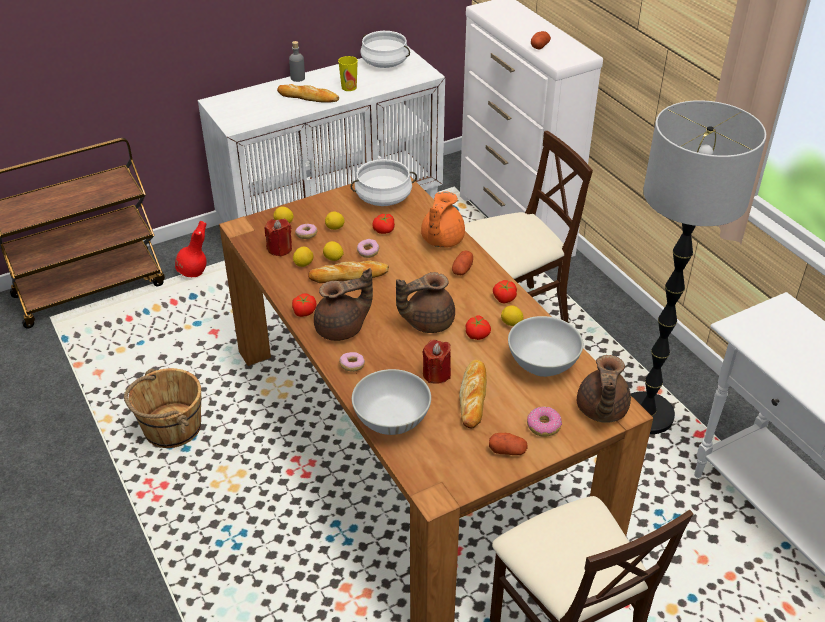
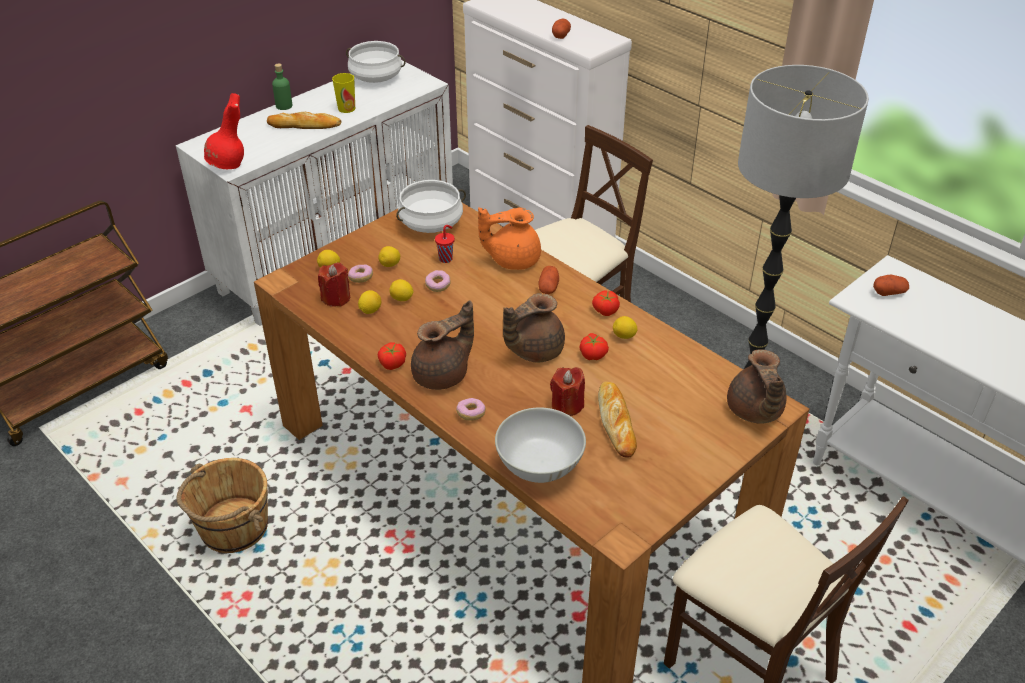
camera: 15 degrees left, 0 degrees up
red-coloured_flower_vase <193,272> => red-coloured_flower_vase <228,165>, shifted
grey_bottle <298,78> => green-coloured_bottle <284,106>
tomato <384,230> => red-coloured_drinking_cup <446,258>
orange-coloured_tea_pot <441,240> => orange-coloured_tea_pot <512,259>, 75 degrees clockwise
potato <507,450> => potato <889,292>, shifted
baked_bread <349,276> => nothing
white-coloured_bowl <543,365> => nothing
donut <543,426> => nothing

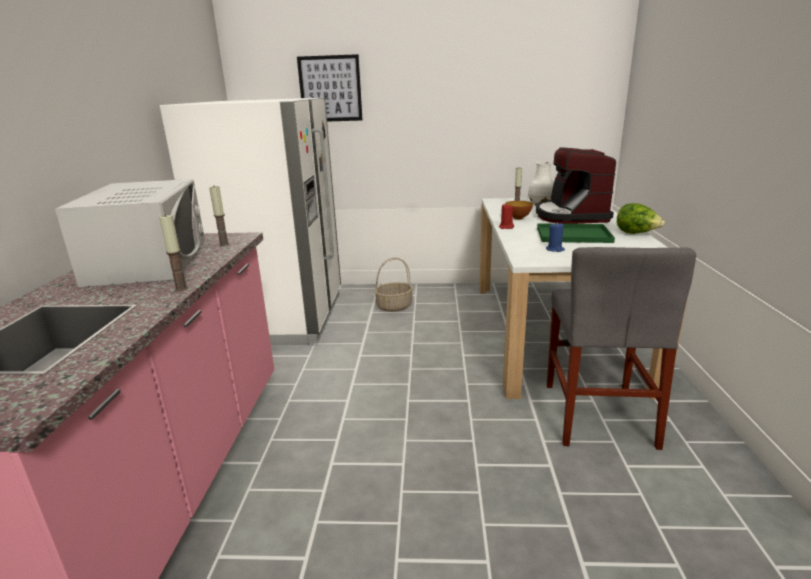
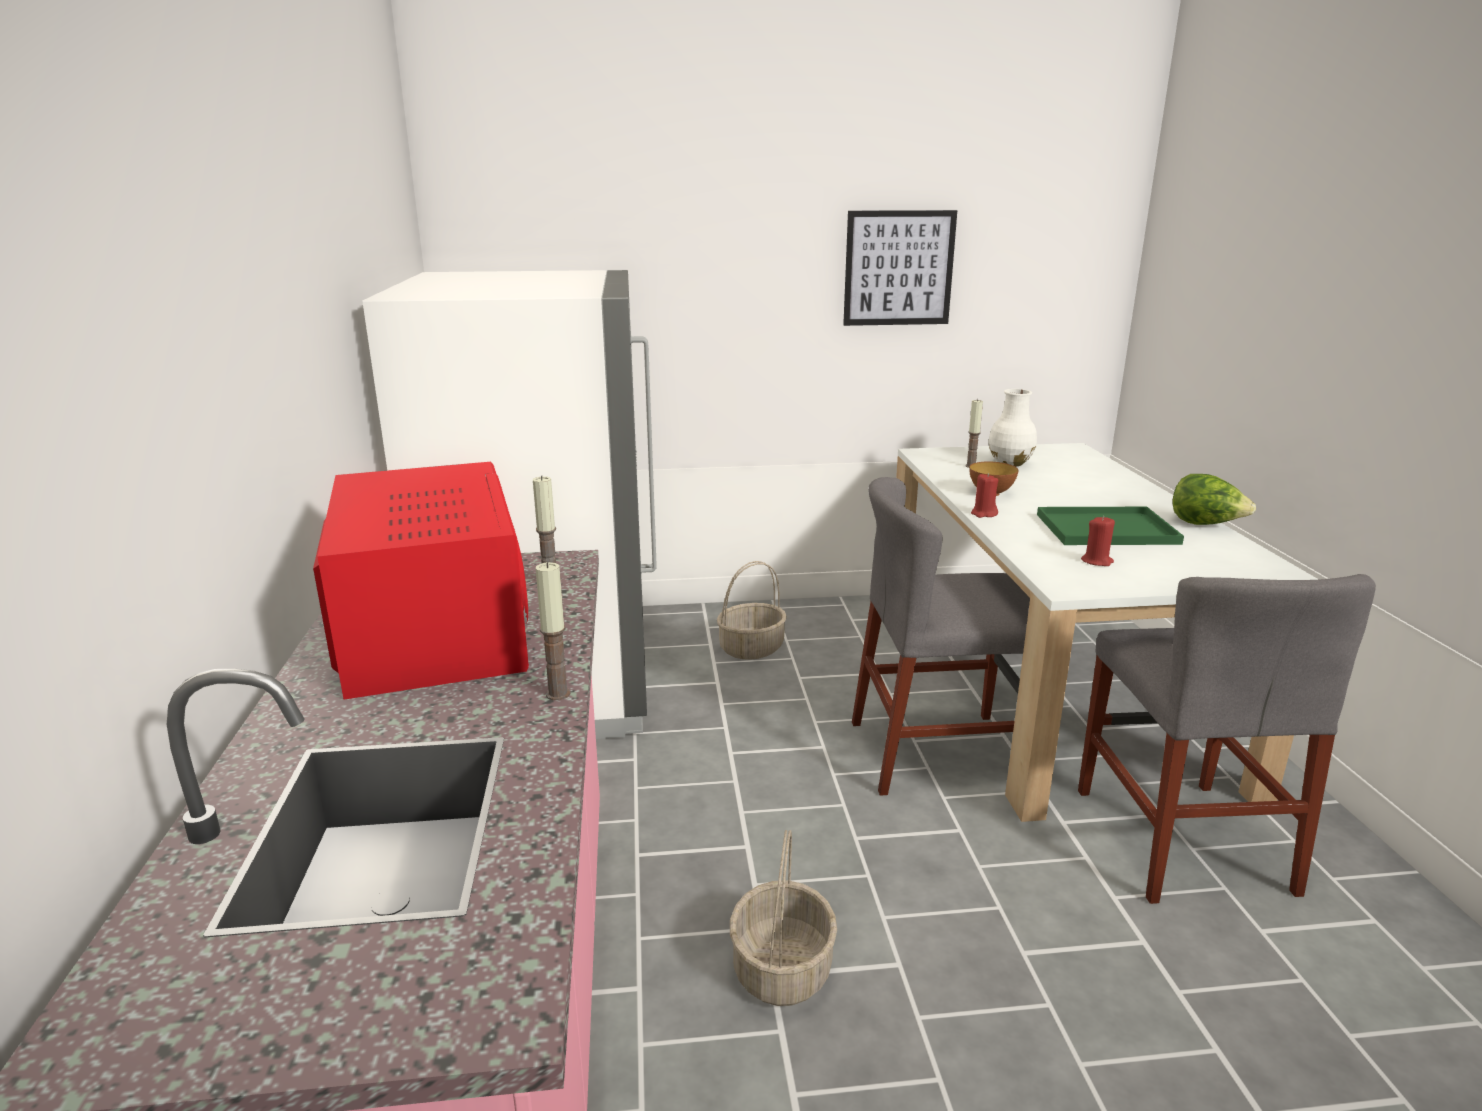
camera: 10 degrees left, 0 degrees up
white-coloured_kitchen_microwave <149,261> => red-coloured_kitchen_microwave <434,628>
nothing => household_basket <781,968>
picture <330,89> => picture <899,268>, shifted
nothing => grey_chair <938,752>
blue-coloured_wax_light <555,249> => red-coloured_wax_light <1097,561>
coffee_maker <571,216> => nothing

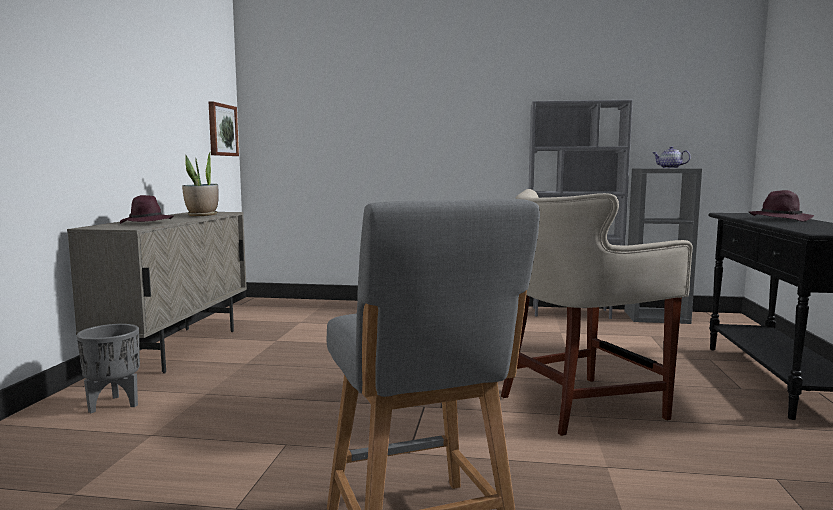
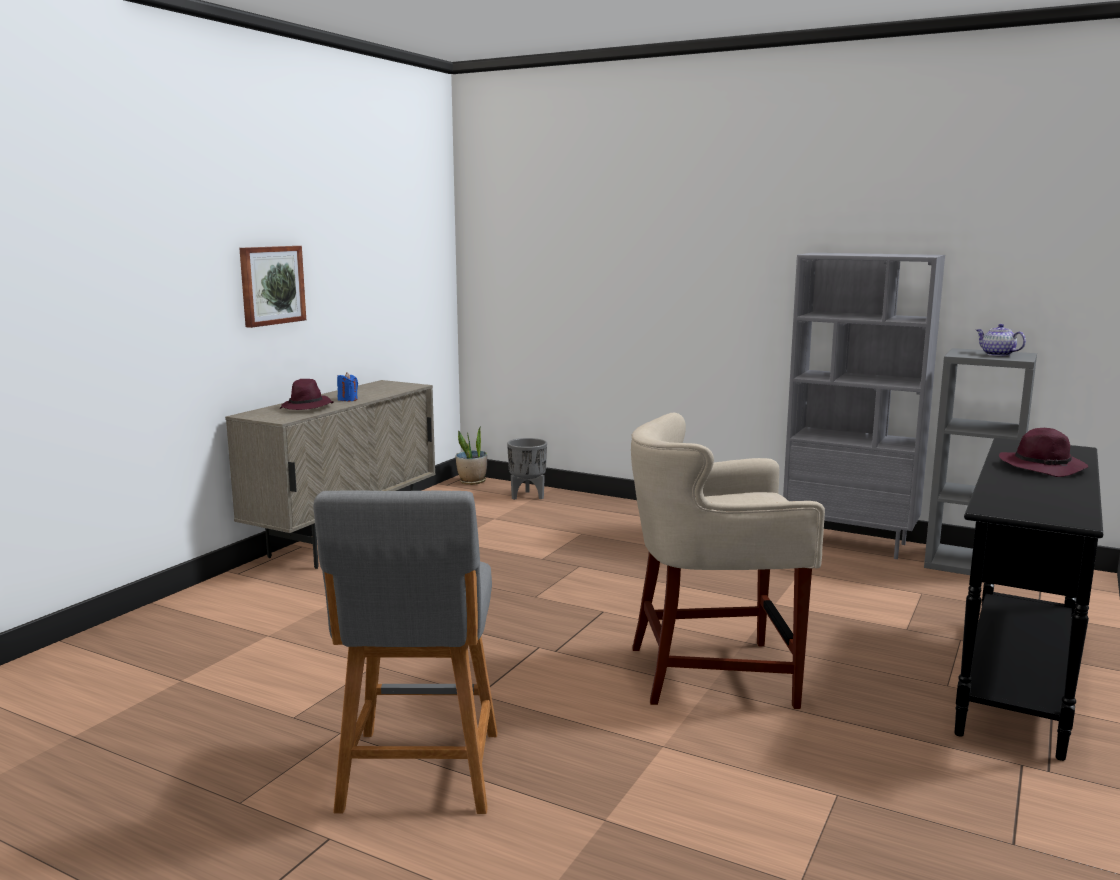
camera: 20 degrees right, 5 degrees up
picture <222,130> => picture <271,285>, shifted
nothing => blue-coloured_wax_light <348,399>
plant_in_a_pot <202,215> => plant_in_a_pot <472,482>, shifted
grey_flower_pot <114,404> => grey_flower_pot <527,496>, shifted

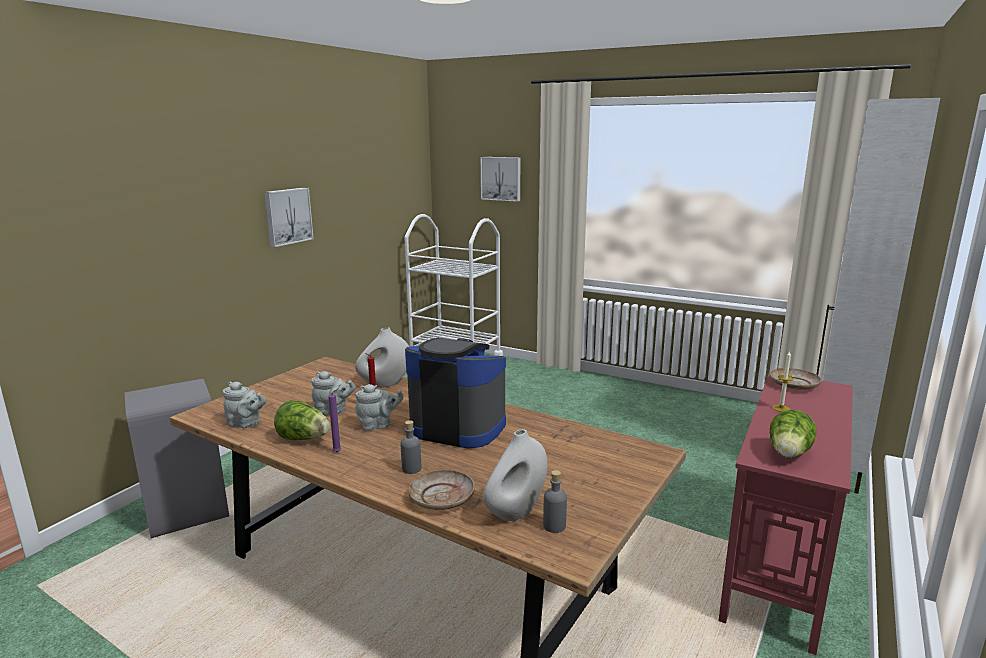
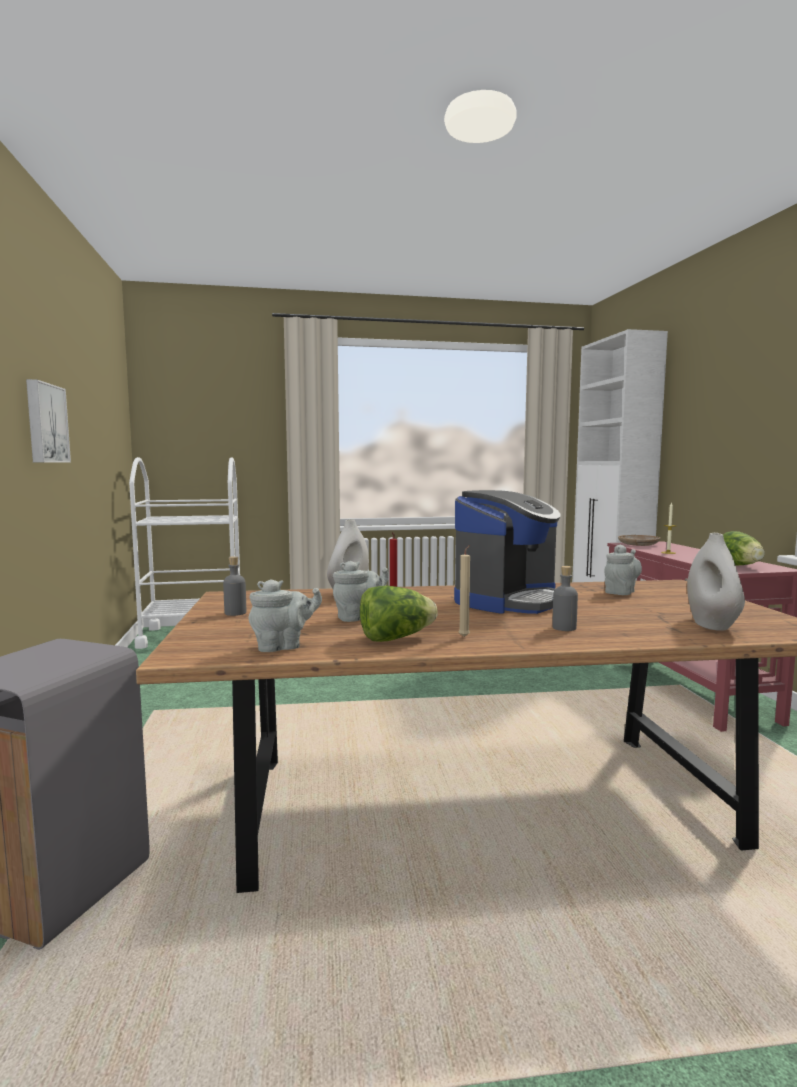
camera: 40 degrees left, 10 degrees down
grey_bottle <554,526> => grey_bottle <235,613>, shifted
coffee_maker <458,427> => coffee_maker <509,601>, 150 degrees clockwise
purplish_wax_light <338,452> => beige-coloured_wax_light <465,636>
grey_tea_pot <378,425> => grey_tea_pot <621,592>, shifted
beige-coloured_dinner_plate <442,498> => nothing
picture <501,178> => nothing

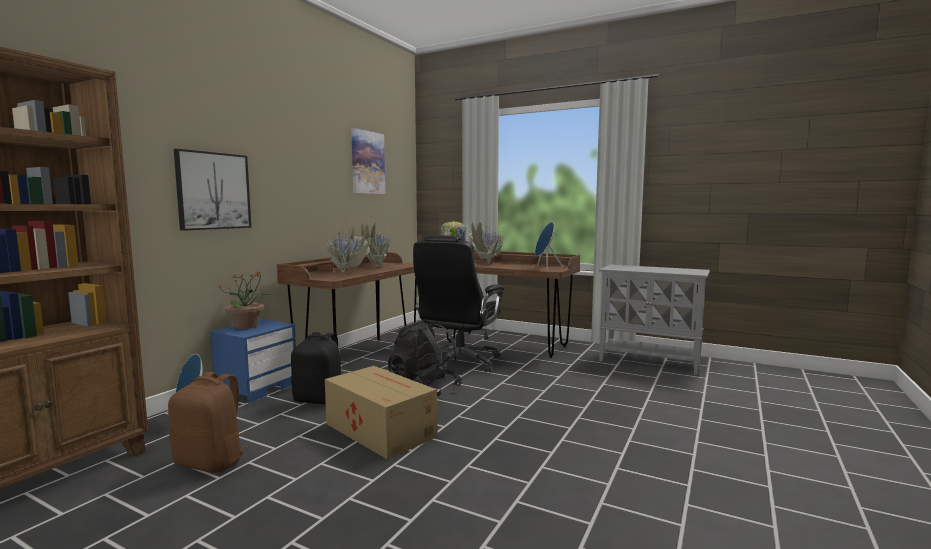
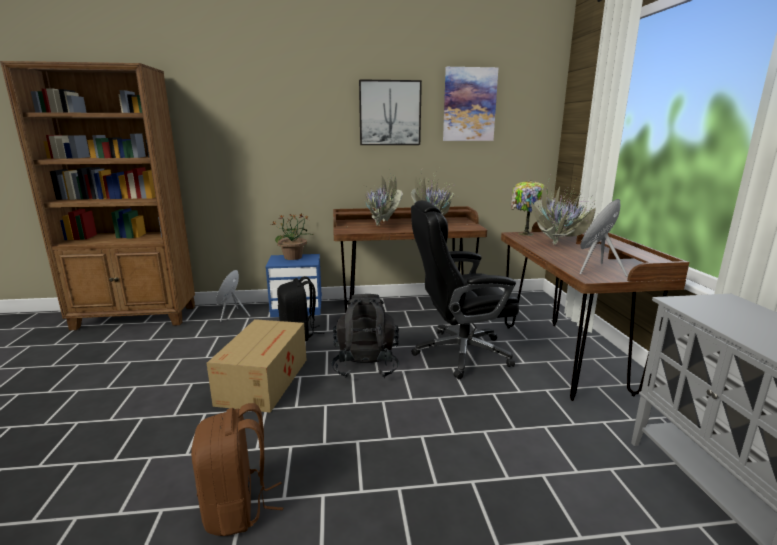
camera: 55 degrees right, 10 degrees up
brown-coloured_rucksack <211,462> => brown-coloured_rucksack <238,508>, shifted
picture <213,191> => picture <390,113>, shifted

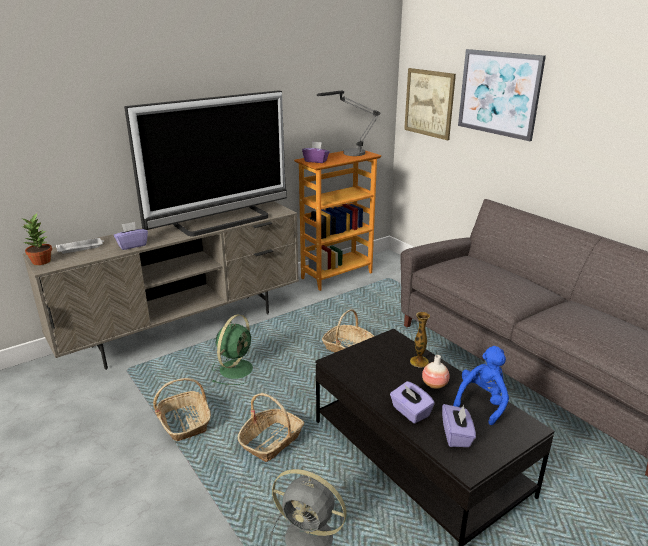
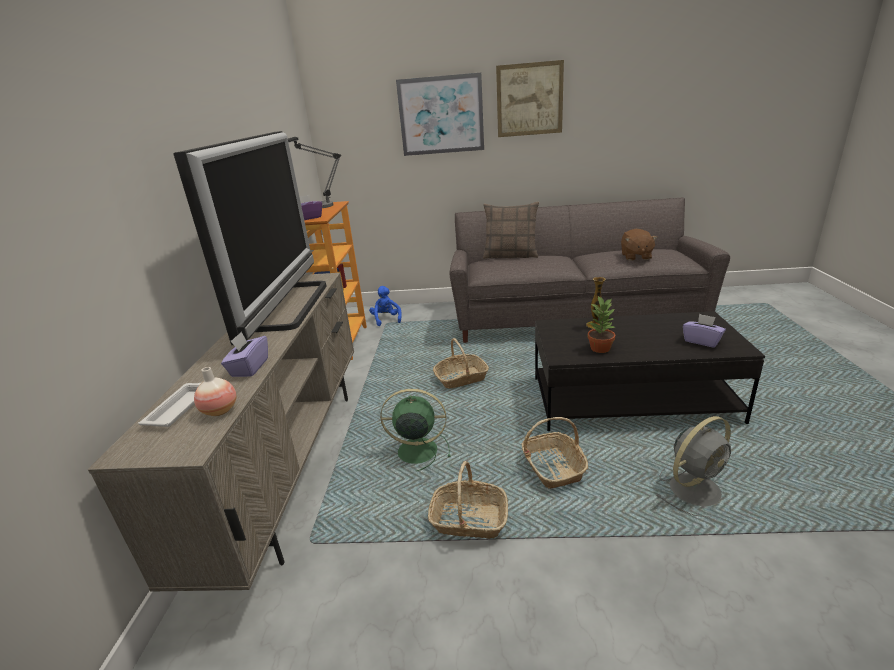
camera: 50 degrees left, 0 degrees up
flower_vase <434,384> => flower_vase <220,411>, shifted
blue-coloured_soft_toy <482,402> => blue-coloured_soft_toy <386,319>, shifted
green-coloured_electric_fan <237,368> => green-coloured_electric_fan <415,451>, 60 degrees counterclockwise
nothing => cushion <511,255>
picture <429,103> => picture <529,99>, shifted
plant_in_a_pot <42,261> => plant_in_a_pot <600,348>, shifted
nothing => brown-coloured_soft_toy <635,256>
purplish_tissue_box <410,412> => nothing

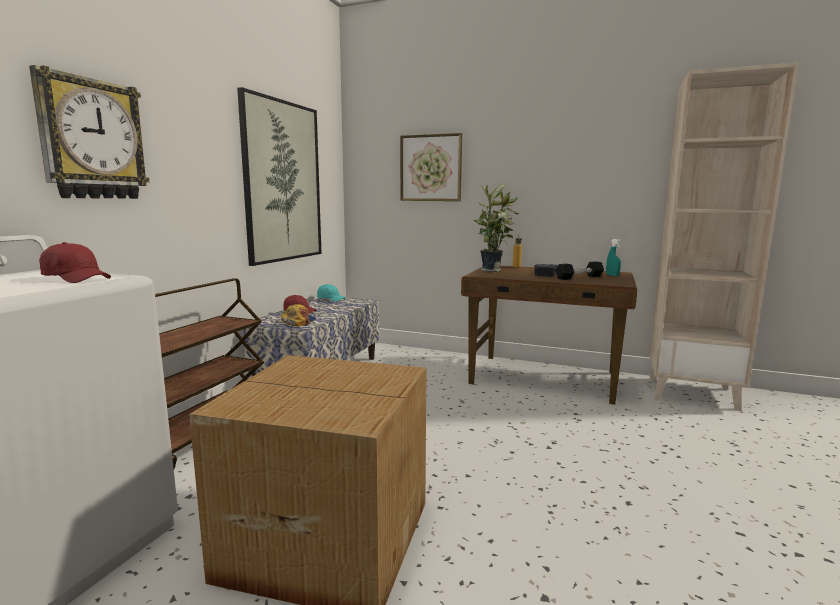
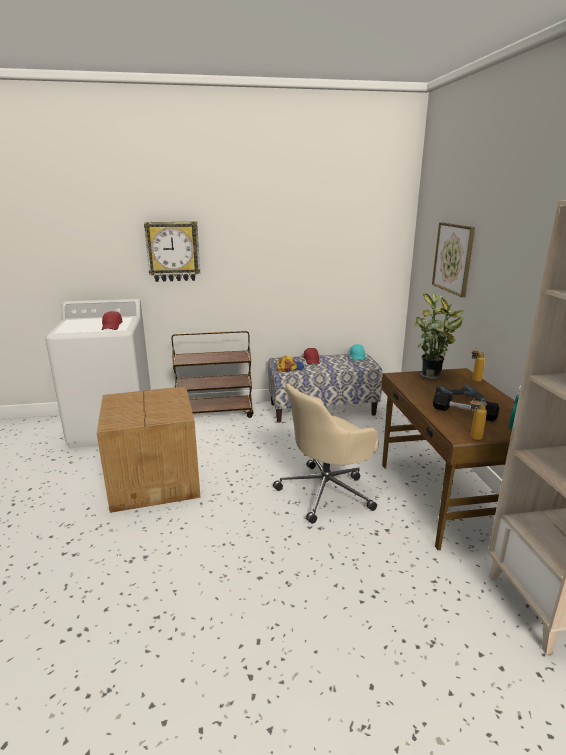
camera: 60 degrees right, 10 degrees up
nothing => beige-coloured_office_chair <327,492>
nothing => bottle <472,438>
picture <283,182> => nothing

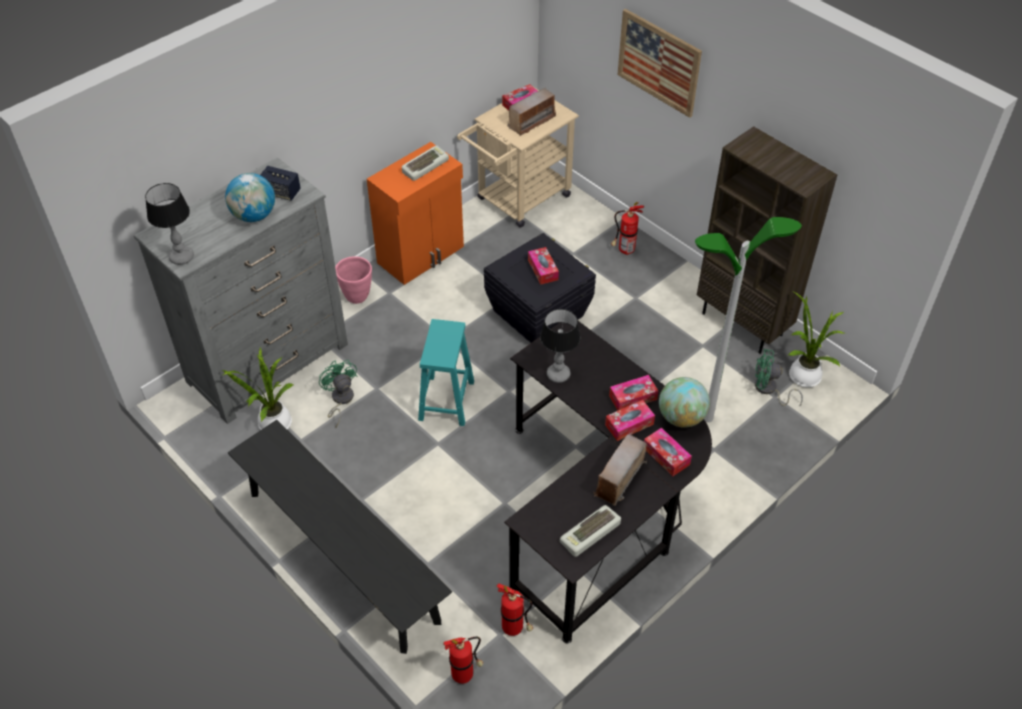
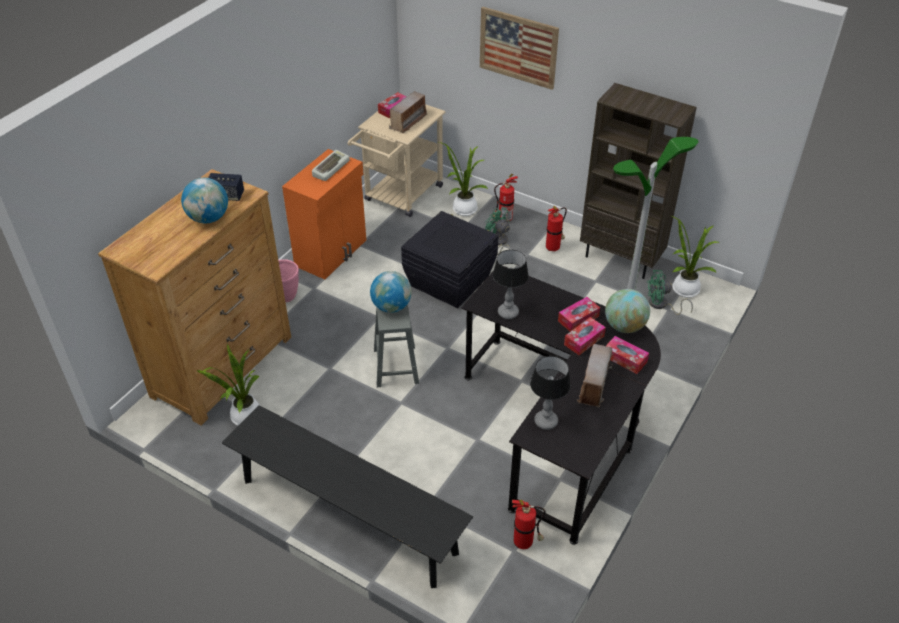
camera: 15 degrees left, 5 degrees down
grey_chest_of_drawers <269,363> => brown-coloured_chest_of_drawers <223,366>
nothing => globe <391,306>
turquoise_stool_seat <446,399> => grey_stool_seat <395,365>
nothing => plant_in_a_pot <463,208>
green-coloured_electric_fan <340,400> => green-coloured_electric_fan <498,243>, shifted
table_lamp <182,257> => table_lamp <546,421>, shifted
fire-fighting_cylinder <465,674> => fire-fighting_cylinder <554,248>, shifted
tissue_box <543,270> => nothing
PC_keyboard <590,534> => nothing

